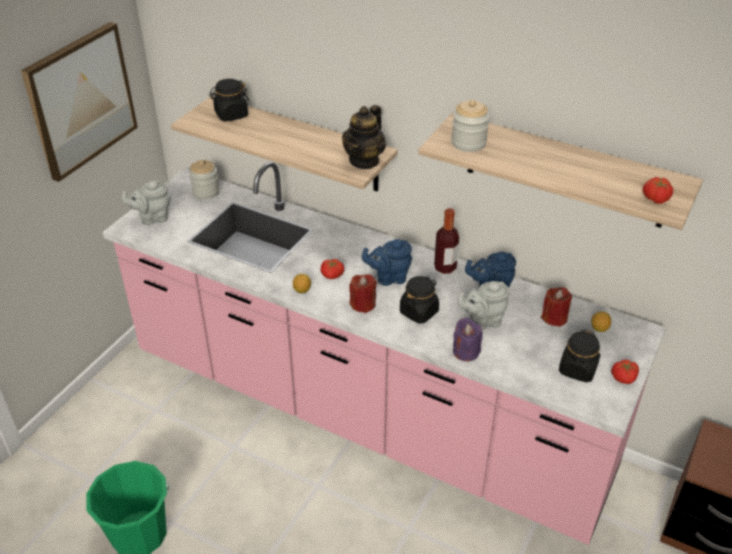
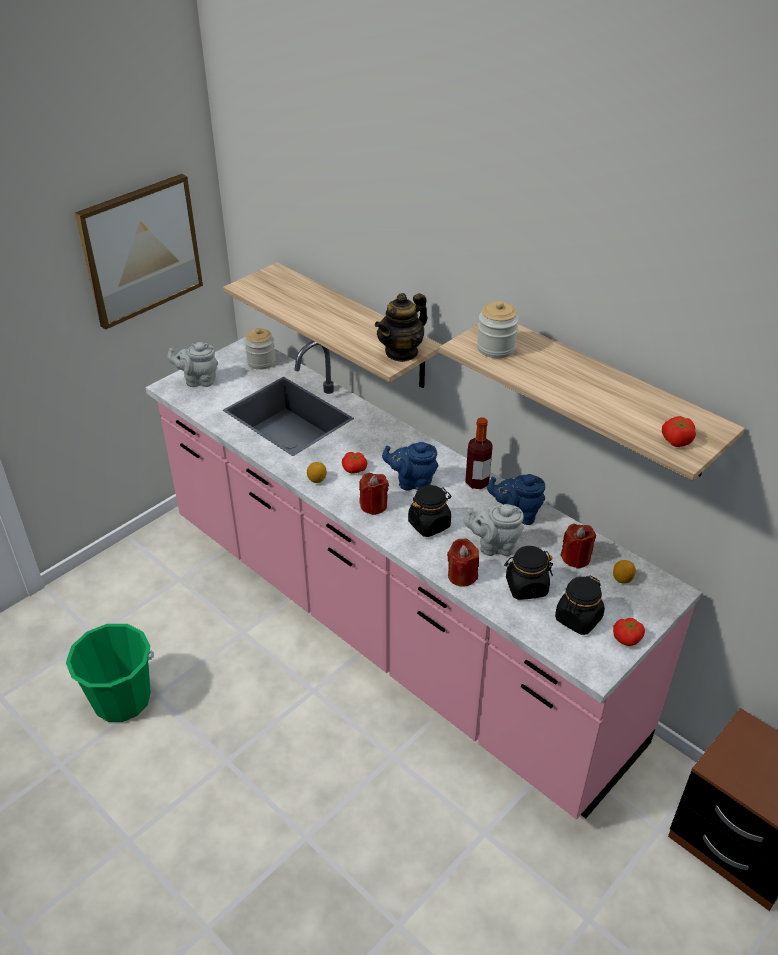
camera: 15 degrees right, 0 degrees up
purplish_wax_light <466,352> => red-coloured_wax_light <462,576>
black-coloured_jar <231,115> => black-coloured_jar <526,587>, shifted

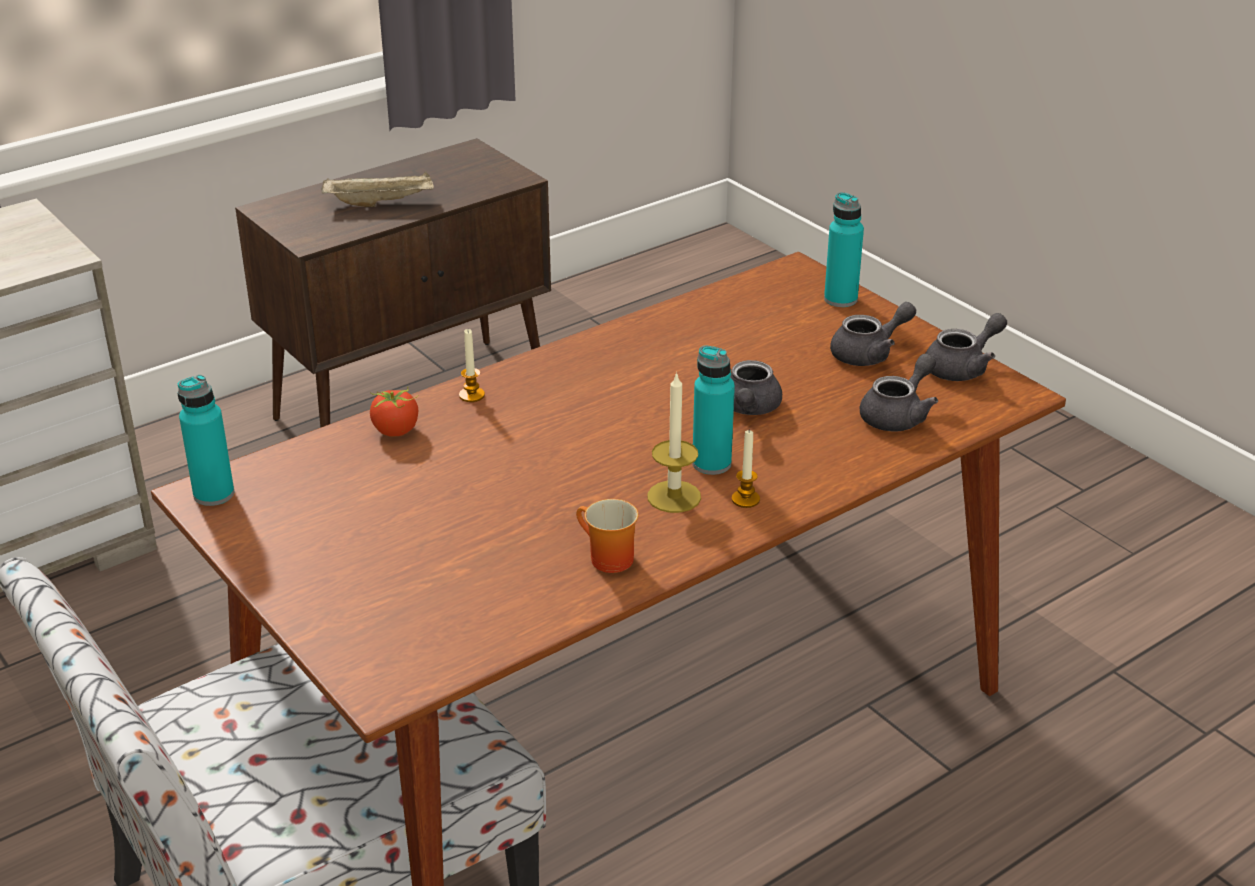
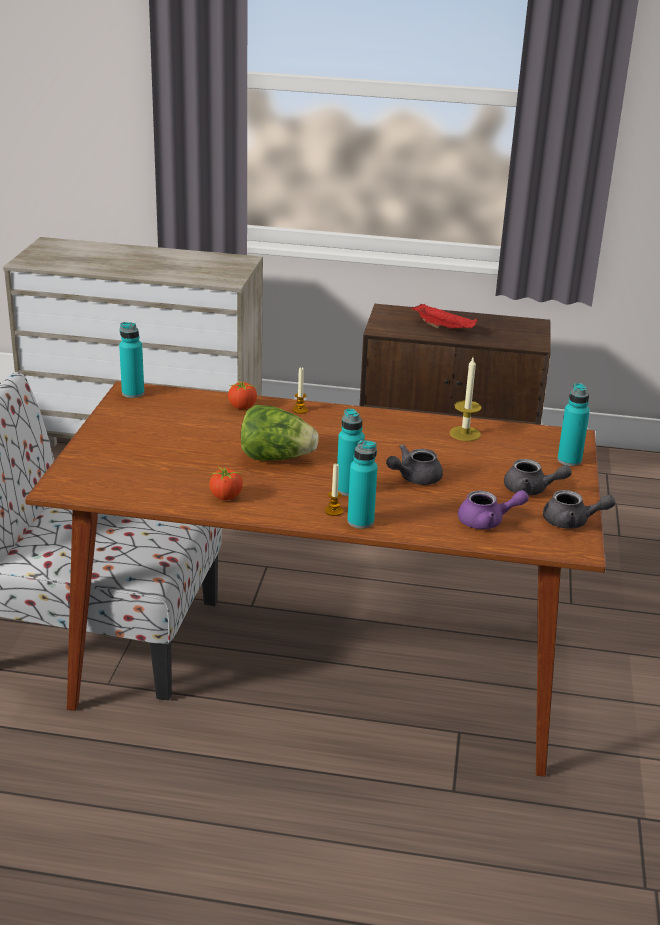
camera: 45 degrees right, 5 degrees down
mug <605,559> => tomato <226,497>
nothing => lettuce <276,458>
nothing => turquoise_bottle <360,521>
beige-coloured_tray <381,203> => red-coloured_tray <444,328>
wax_light <674,496> => wax_light <465,433>, shifted
grey_tea_pot <898,415> => purplish_tea_pot <487,522>

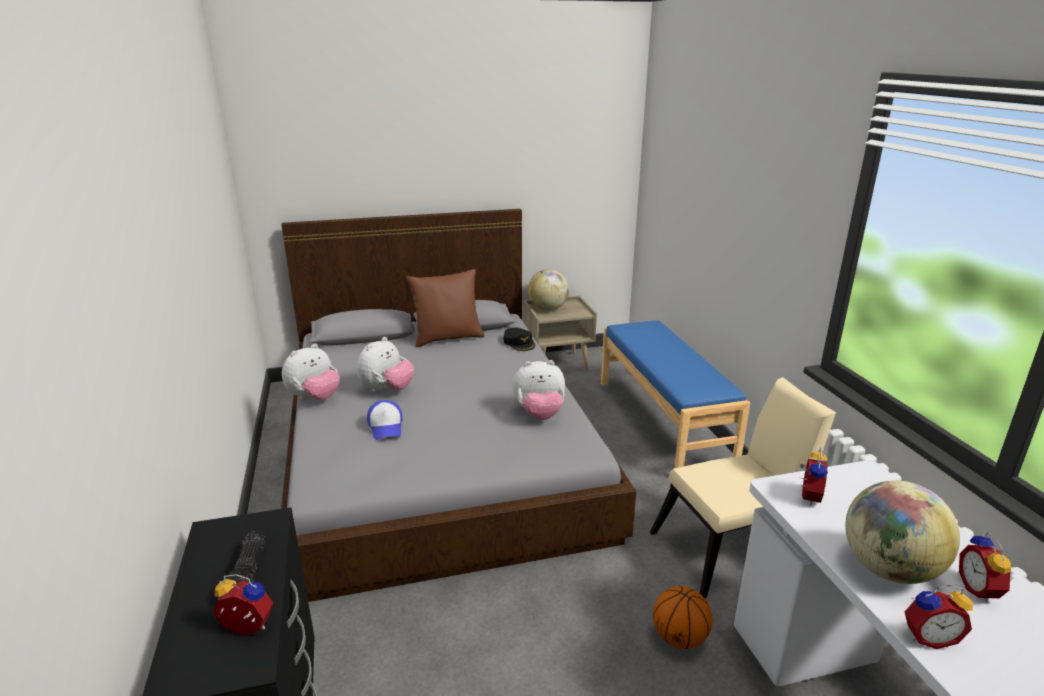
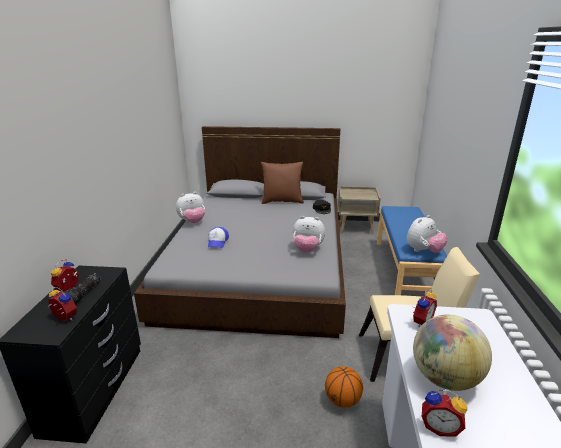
camera: 20 degrees right, 0 degrees up
bedside_clock <980,590> => bedside_clock <69,289>, shifted
soft_toy <387,390> => soft_toy <423,251>, shifted
globe <548,309> => nothing

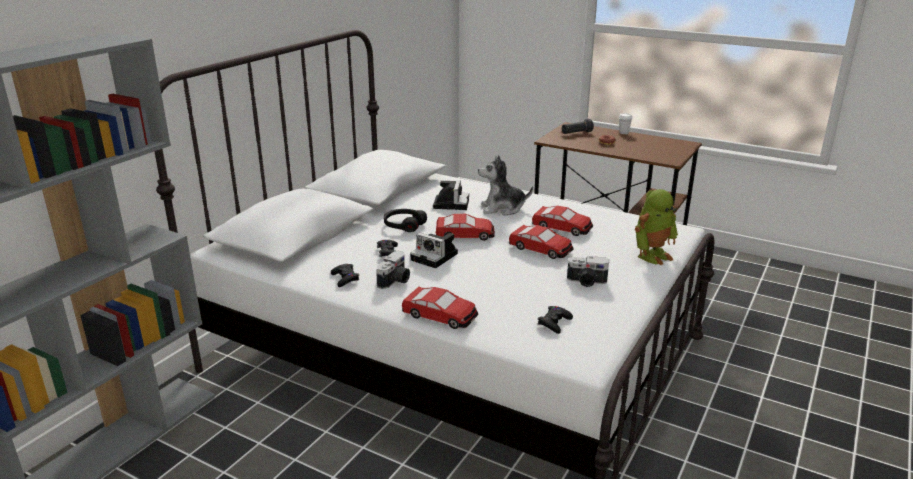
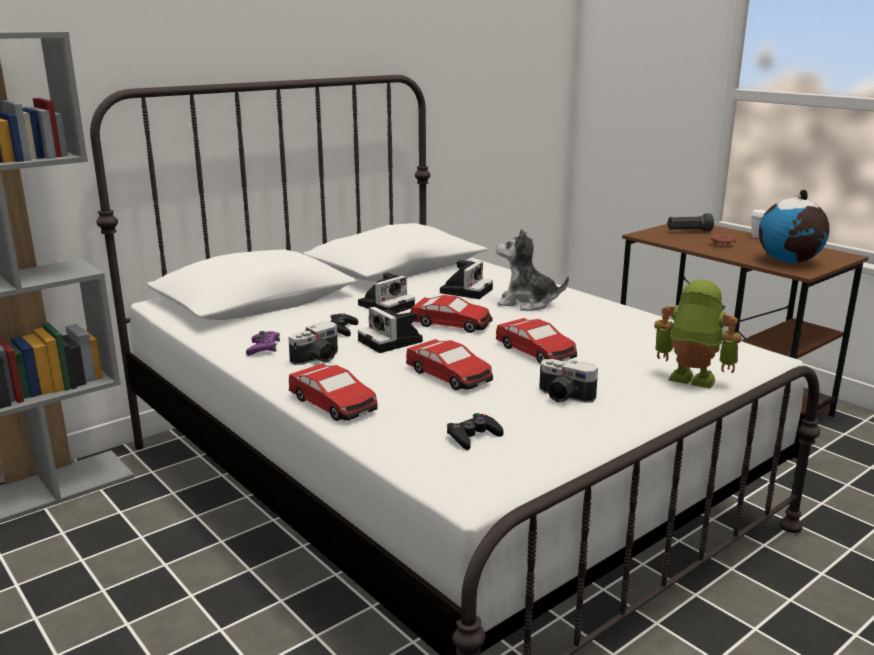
camera: 20 degrees right, 5 degrees down
black-coloured_joypad <345,278> => purplish_joypad <263,348>
black-coloured_headphones <404,225> => still_camera <387,305>
toy_car <562,227> => toy_car <449,375>, shifted
robot_figure <652,255> => robot_figure <690,380>, 135 degrees counterclockwise
nothing => globe <789,262>

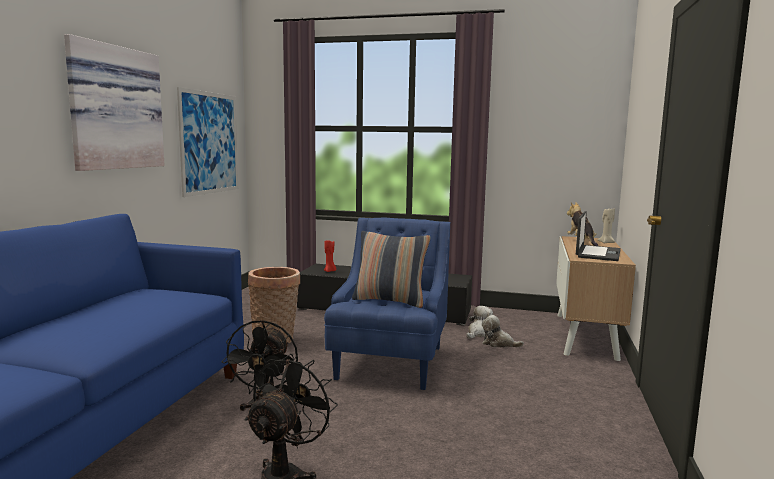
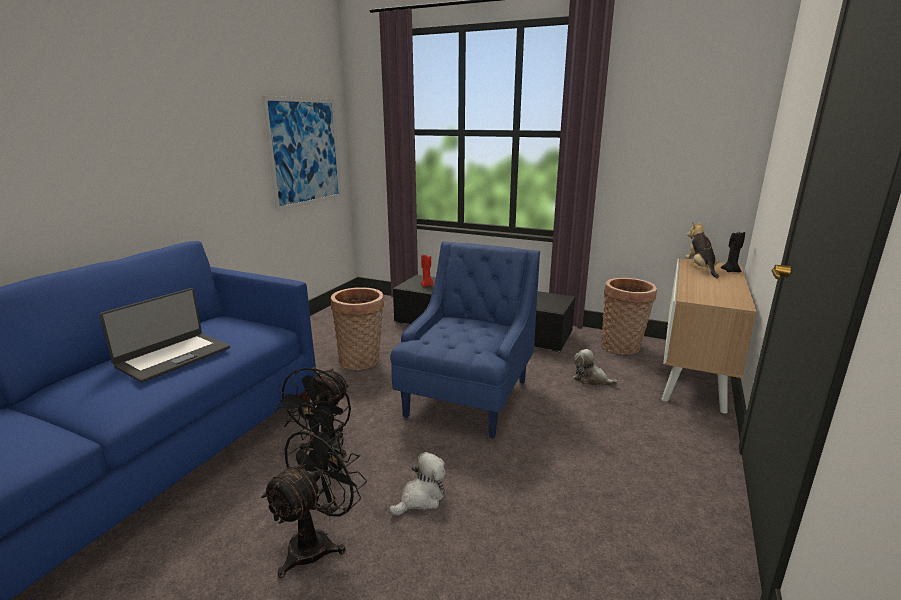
camera: 10 degrees right, 10 degrees up
laptop <597,253> => laptop <173,357>, shifted
soft_toy <478,333> => soft_toy <421,498>, shifted
nothing => household_basket <623,347>
beige-coloured_wax_light <606,242> => black-coloured_wax_light <730,271>
picture <114,108> => nothing
cushion <390,301> => nothing

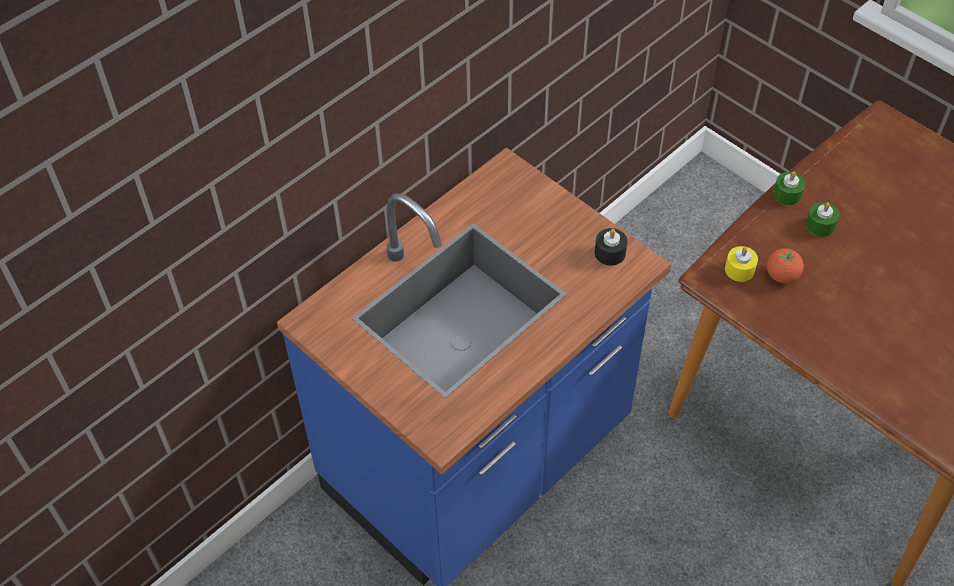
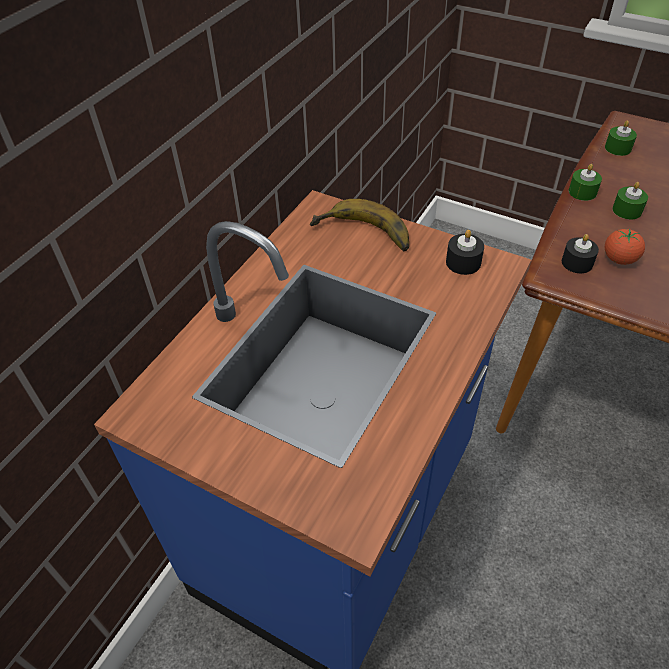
camera: 15 degrees left, 5 degrees down
nothing => whole_banana <362,236>
yellow_wax_light <739,270> => black-coloured_wax_light <577,262>
nothing => green-coloured_wax_light <618,148>

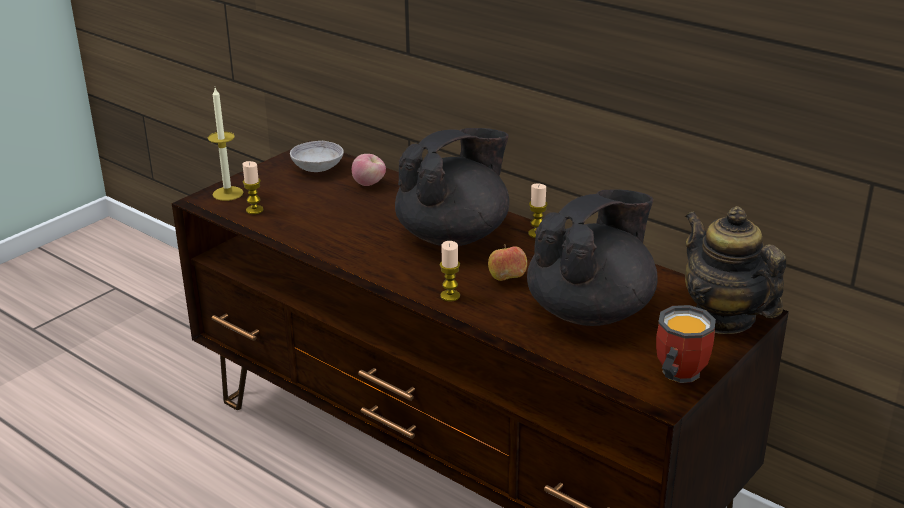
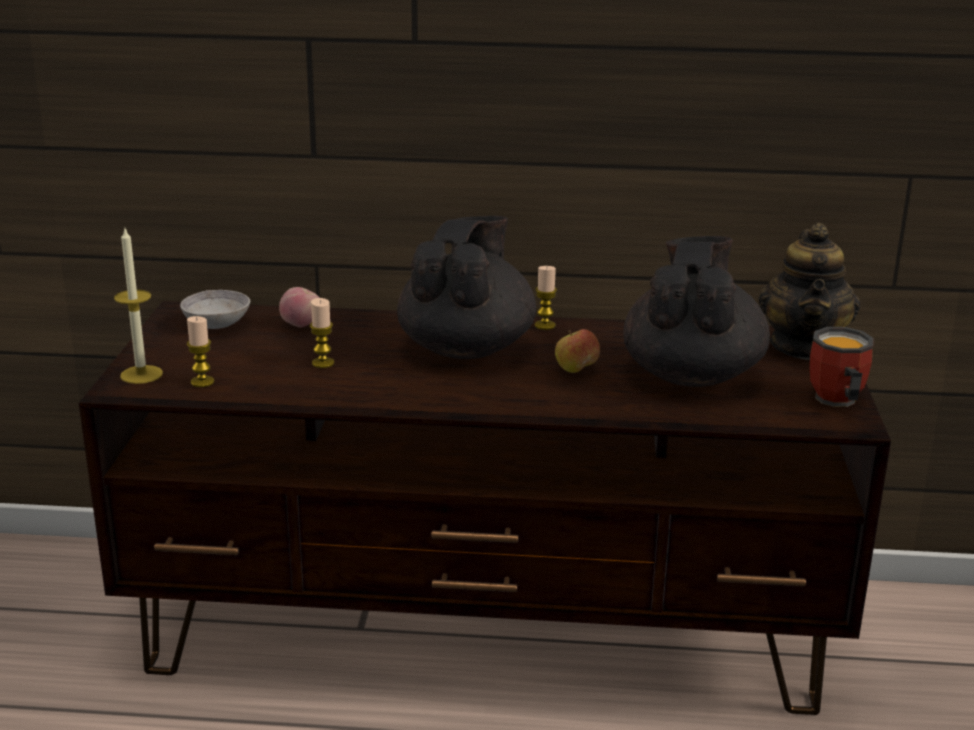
camera: 35 degrees left, 5 degrees down
wax_light <450,296> => wax_light <323,363>, shifted
tea_pot <723,318> => tea_pot <804,347>, 105 degrees counterclockwise

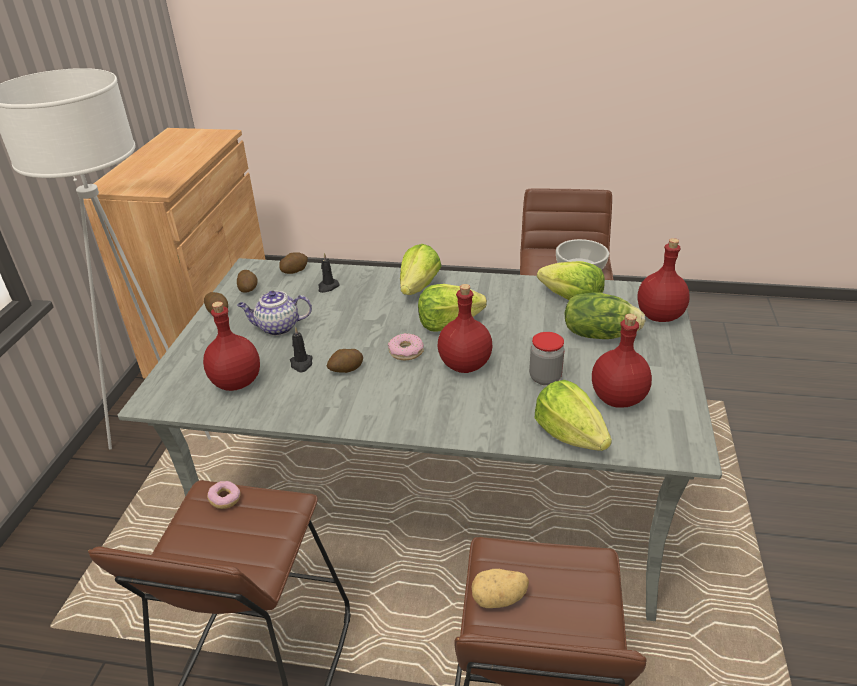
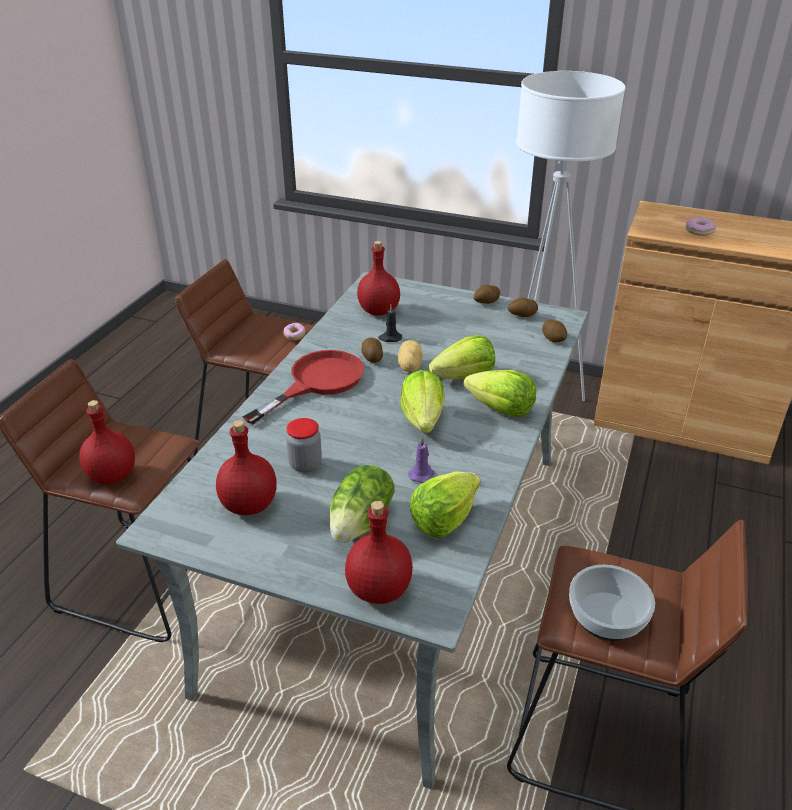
camera: 100 degrees right, 0 degrees up
red-coloured_bottle <466,364> => red-coloured_bottle <112,476>, shifted
nothing => red-coloured_pan <317,382>
potato <499,599> => potato <409,367>, shifted
nothing => purplish_wax_light <422,474>
lettuce <569,435> => lettuce <464,377>, shifted
donut <406,351> => donut <699,231>, shifted
tea_pot <277,327> => nothing
black-coloured_wax_light <328,287> => nothing

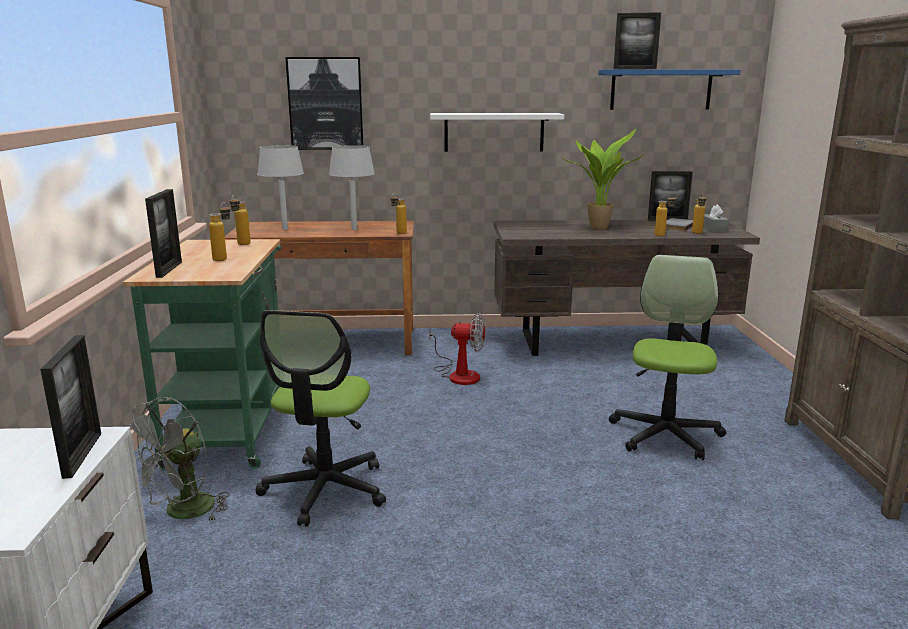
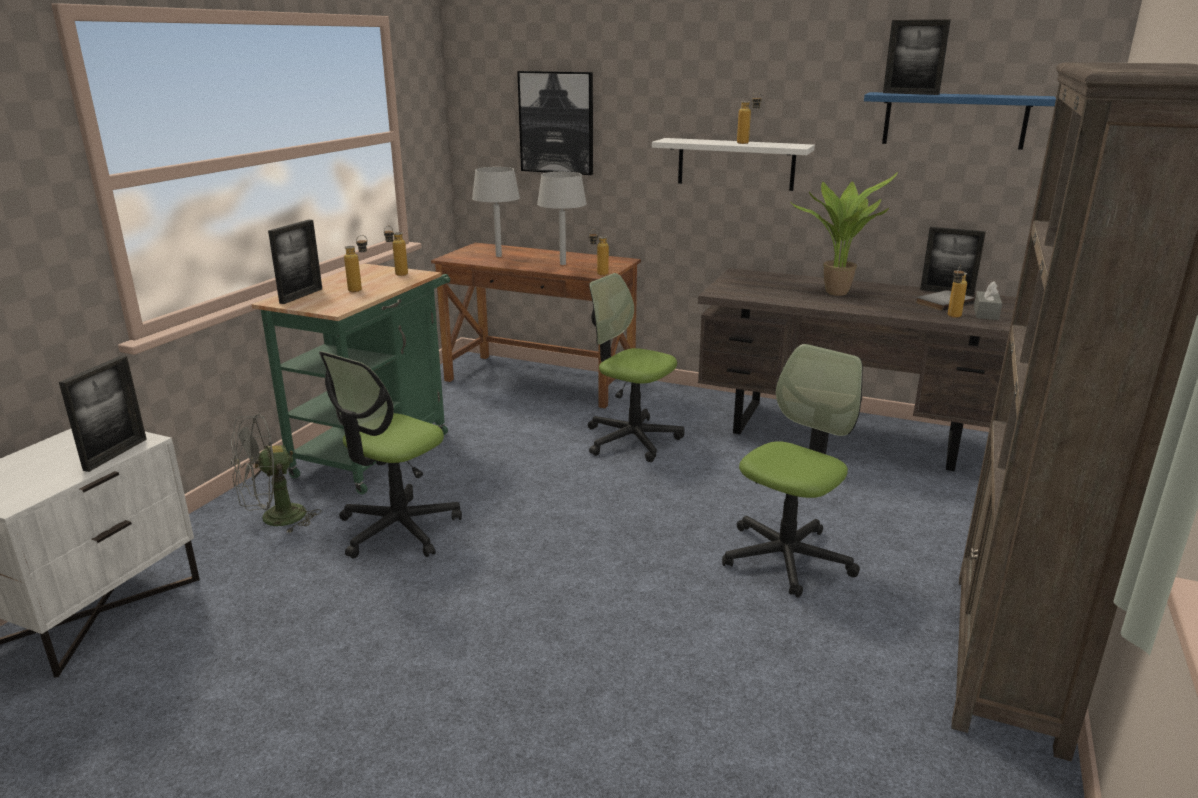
camera: 25 degrees right, 5 degrees up
electric_fan <458,374> => office_chair <631,439>
bottle <663,235> => bottle <747,143>, shifted

